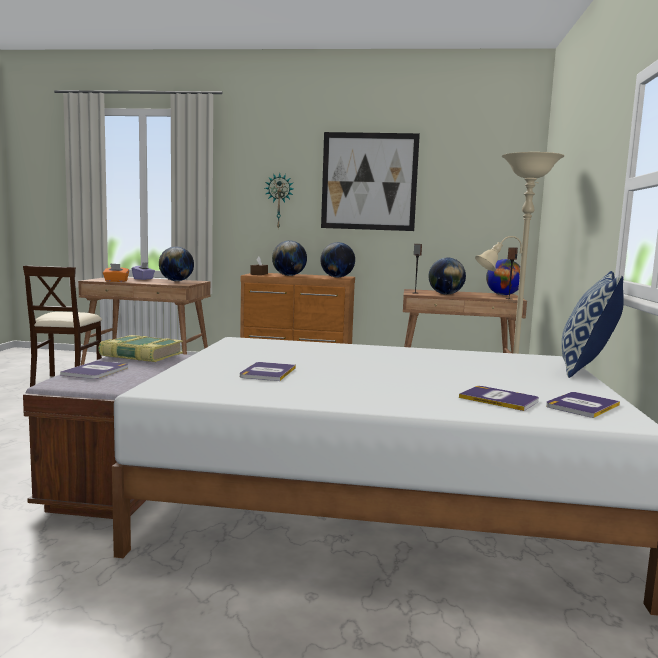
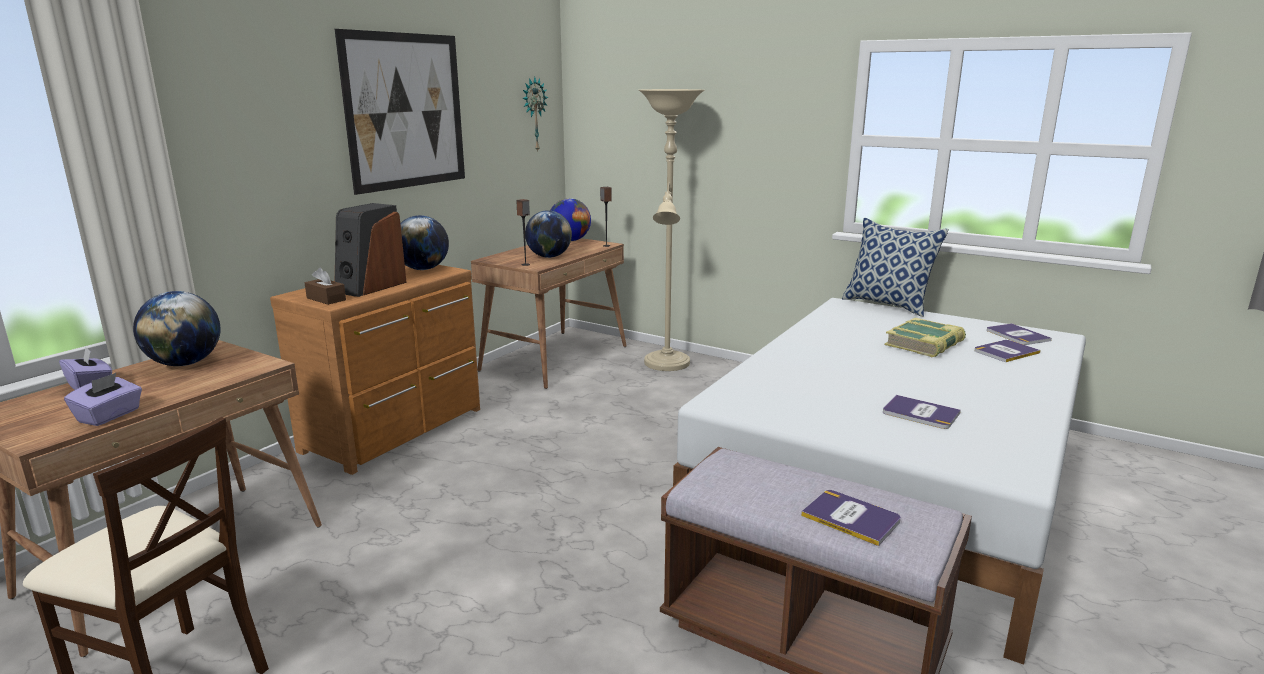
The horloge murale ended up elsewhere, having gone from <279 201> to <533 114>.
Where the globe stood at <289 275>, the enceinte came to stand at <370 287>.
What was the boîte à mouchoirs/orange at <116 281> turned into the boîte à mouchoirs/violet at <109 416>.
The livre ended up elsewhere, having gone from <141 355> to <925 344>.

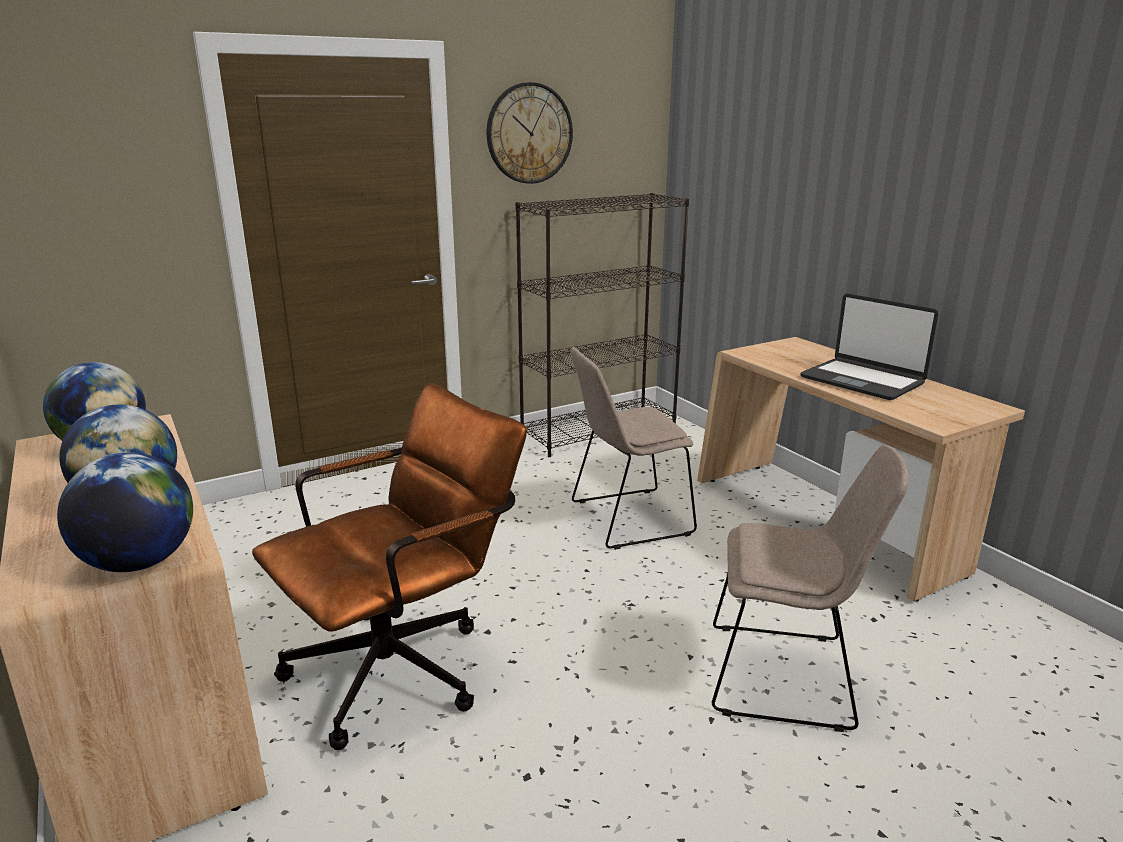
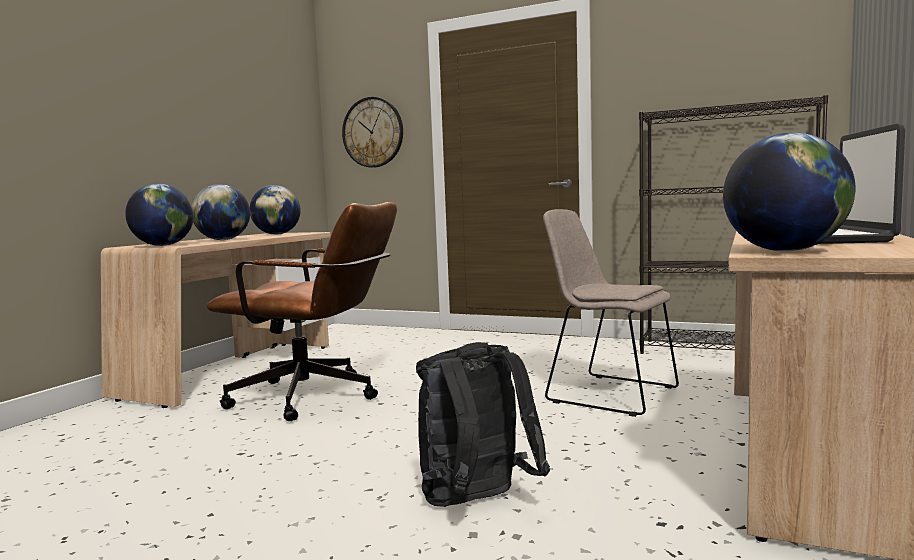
The horloge murale ended up elsewhere, having gone from <529 133> to <373 132>.
Where the chaise/beige stood at <786 676>, the sac à dos/noir came to stand at <476 503>.
The second view gained the globe at <784 251>.

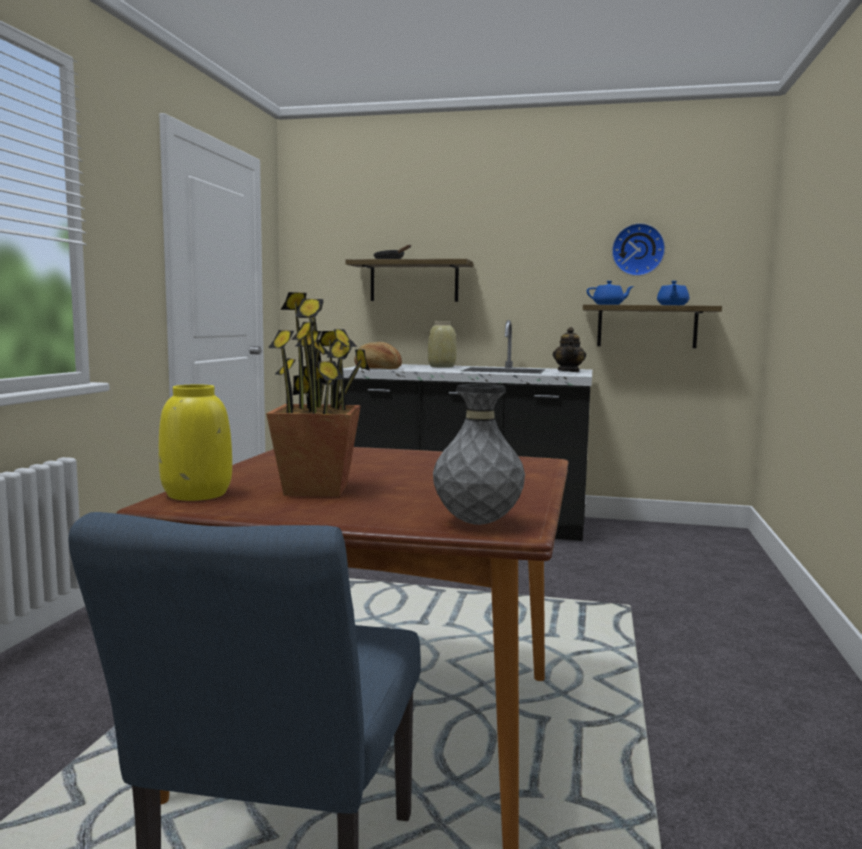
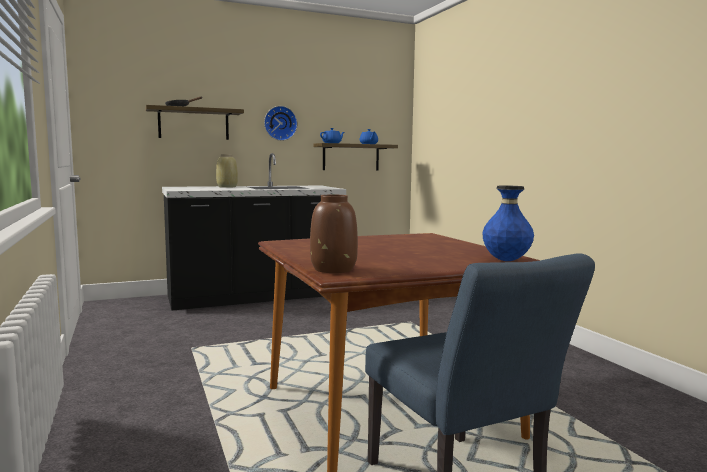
The horloge murale ended up elsewhere, having gone from <638 250> to <280 123>.
The second view lost the plante en pot at <316 489>.
The second view lost the théière at <569 371>.
The second view lost the pain at <377 368>.
What was the vase/gris at <477 523> turned into the vase/bleu at <506 260>.
What was the vase/jaune at <198 494> turned into the vase/marron at <333 269>.

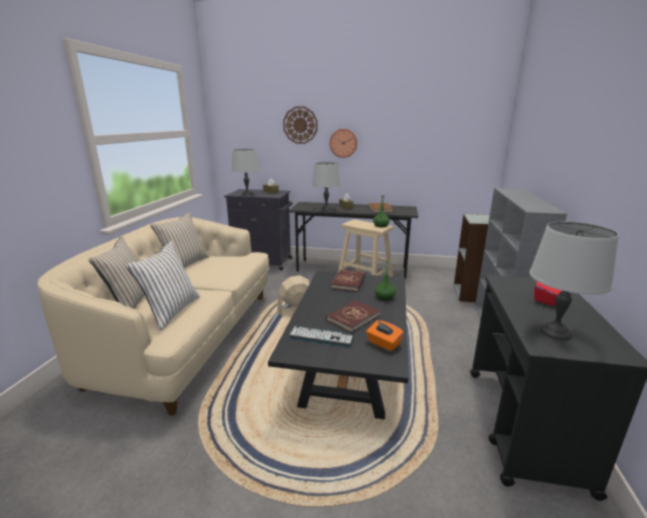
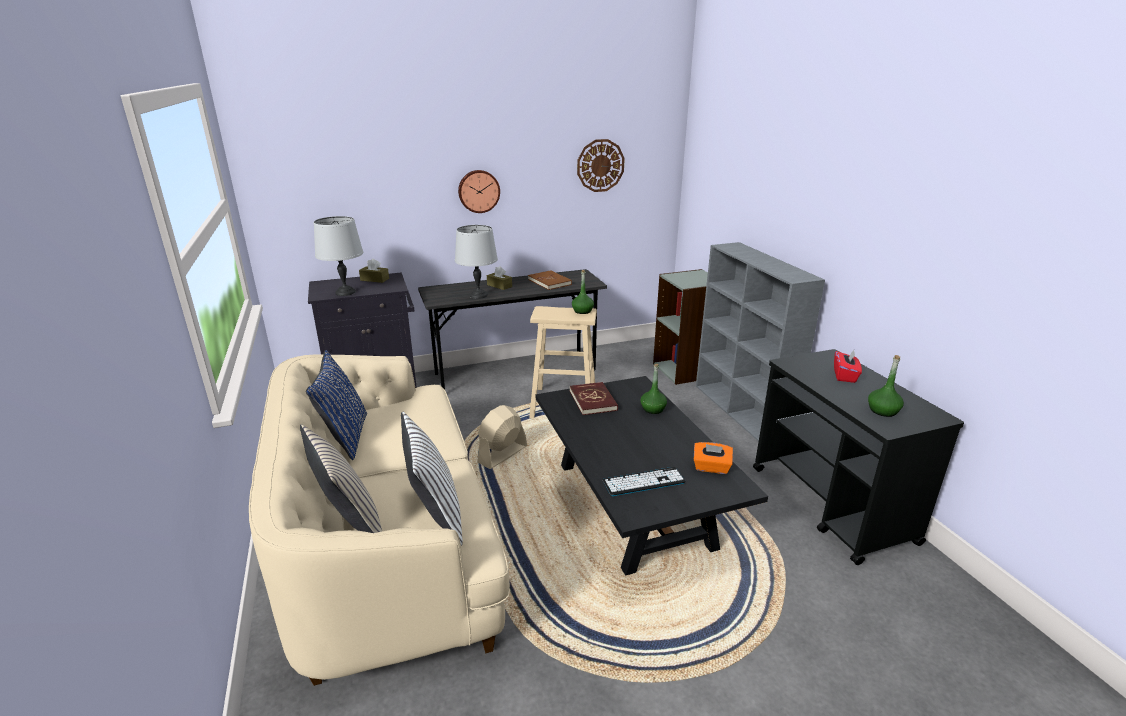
The horloge murale ended up elsewhere, having gone from <300 125> to <600 165>.
What was the coussin/beige at <185 264> turned into the coussin/bleu at <345 437>.
Where the lampe de table/gris stood at <555 332>, the bouteille/vert came to stand at <883 411>.
The second view lost the livre/rouge at <353 317>.

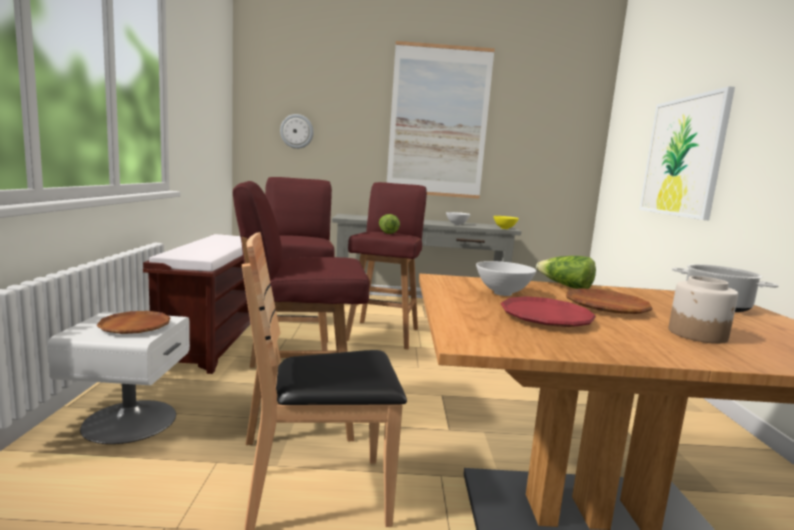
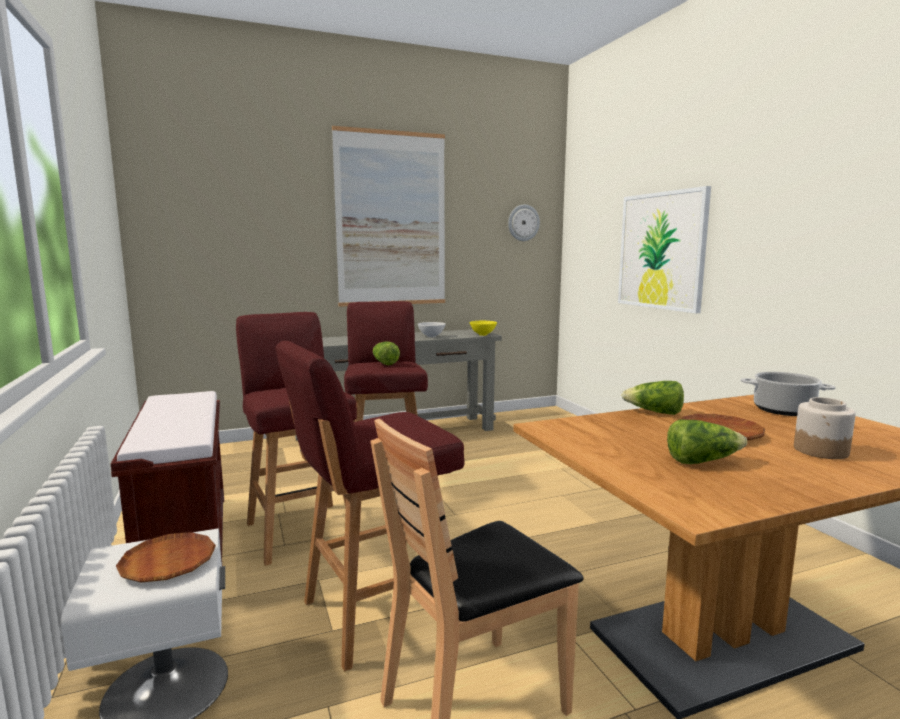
The horloge murale ended up elsewhere, having gone from <297 131> to <523 223>.
The second view lost the bol/blanc at <503 293>.
Where the assiette/rouge stood at <545 318>, the laitue came to stand at <702 461>.

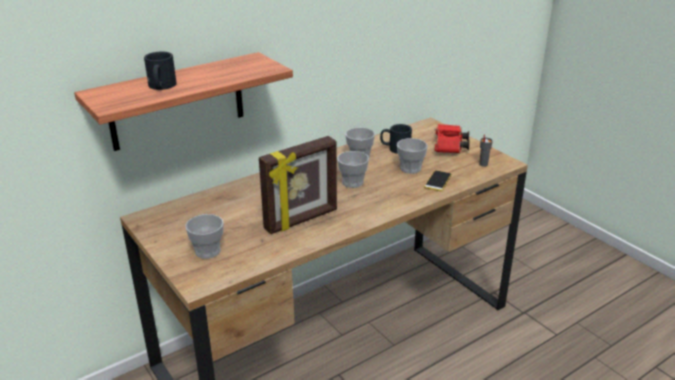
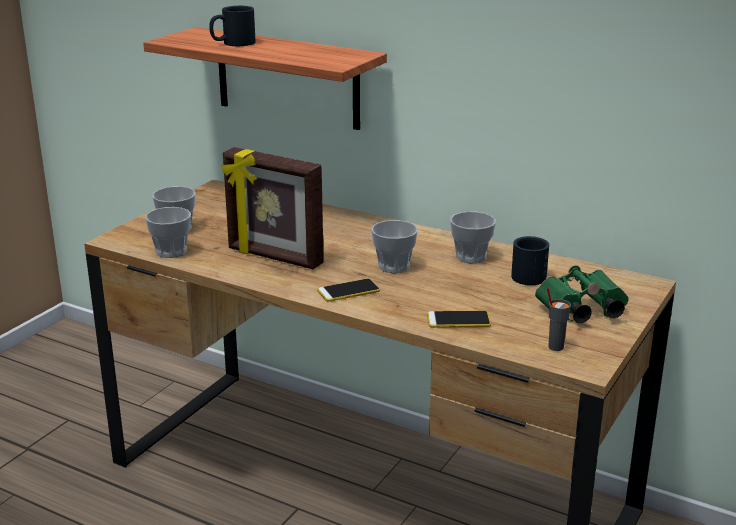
What was the jumelles/rouge at <449 148> turned into the jumelles/vert at <580 312>.
The tasse ended up elsewhere, having gone from <410 168> to <171 251>.
The second view gained the téléphone at <348 291>.

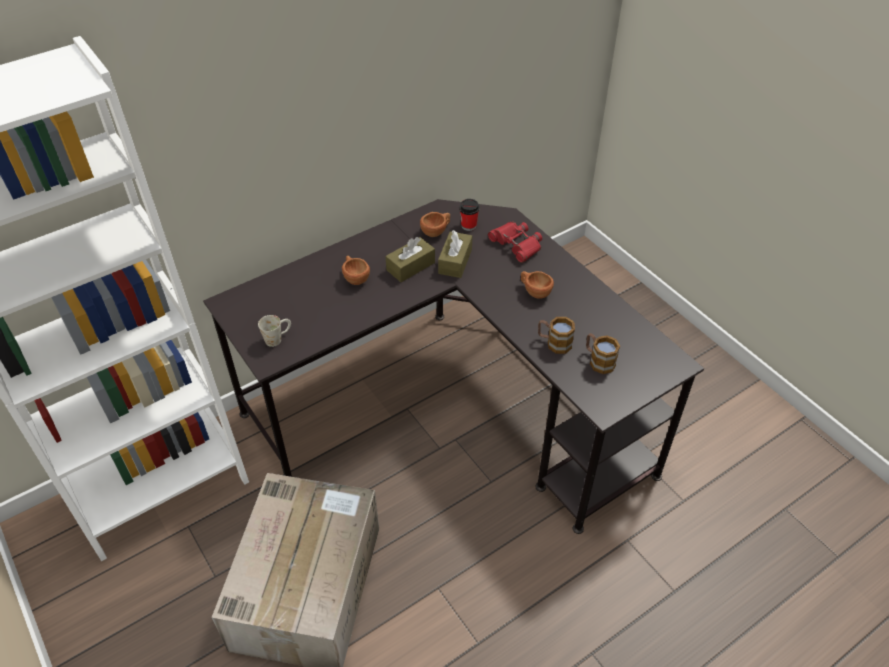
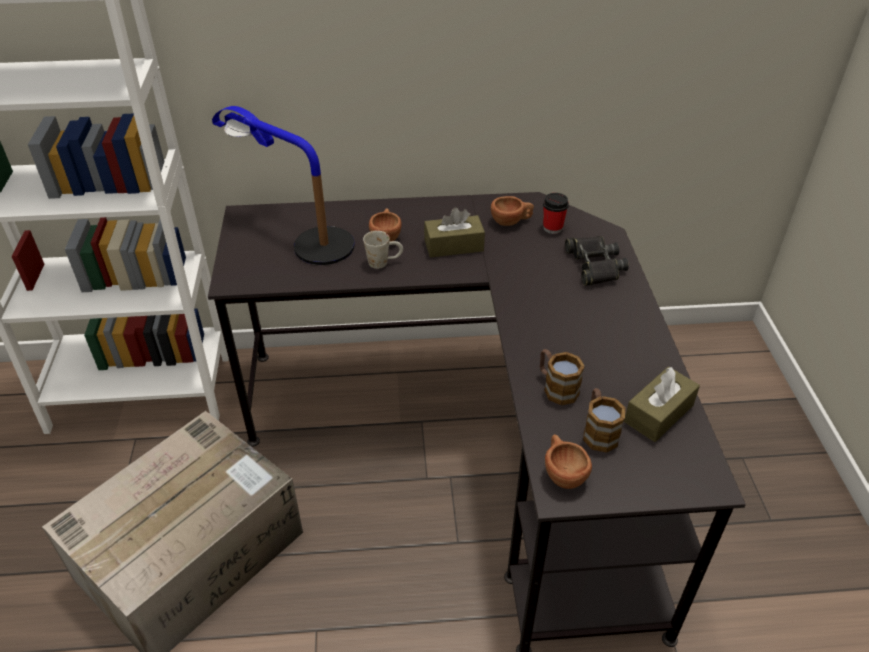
What was the jumelles/rouge at <516 244> turned into the jumelles/noir at <594 265>.
The boîte à mouchoirs/marron ended up elsewhere, having gone from <455 261> to <658 413>.
The tasse/marron ended up elsewhere, having gone from <534 291> to <562 472>.
The mug/blanc ended up elsewhere, having gone from <278 338> to <384 262>.
The second view gained the lampe de table at <300 234>.

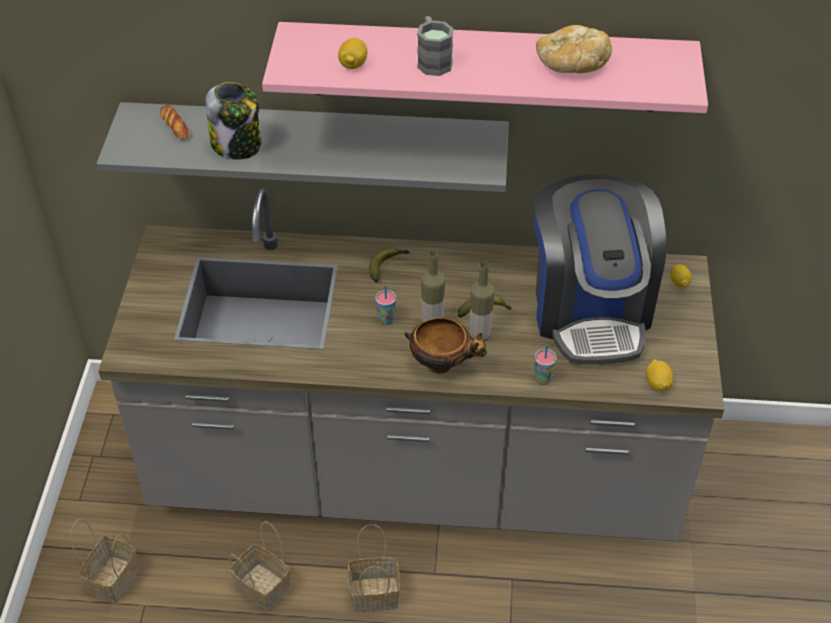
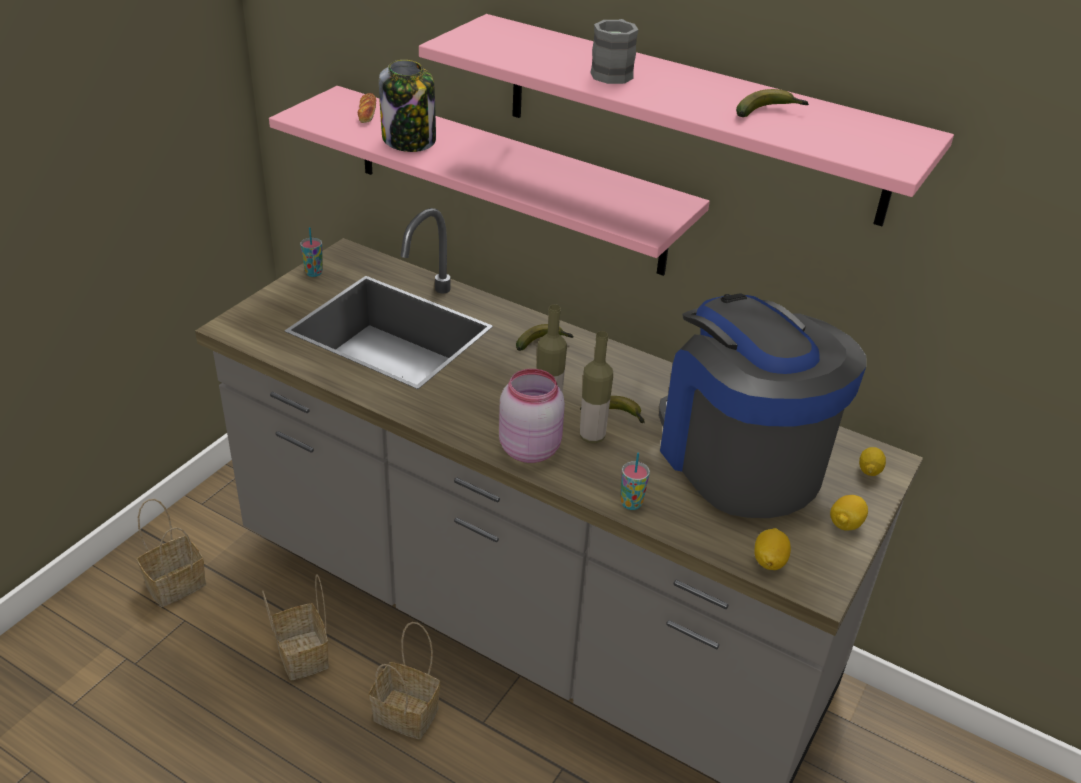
Where the pain stood at <571 65>, the banane came to stand at <769 112>.
The citron ended up elsewhere, having gone from <353 65> to <845 524>.
What was the étagère/gris at <315 143> turned into the étagère/rose at <507 180>.
The machine à café at <590 309> ended up facing another way, 135 degrees clockwise from before.
The tasse ended up elsewhere, having gone from <386 320> to <314 273>.
Where the bol stood at <442 364>, the bocal/rose came to stand at <529 447>.

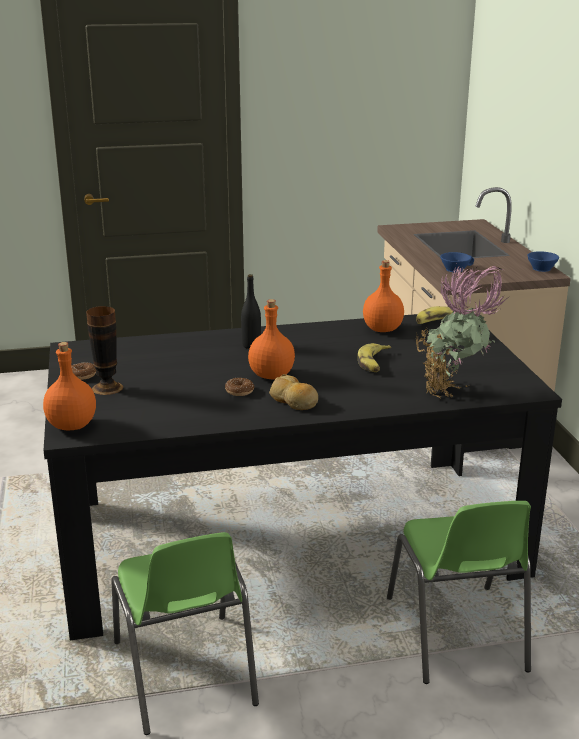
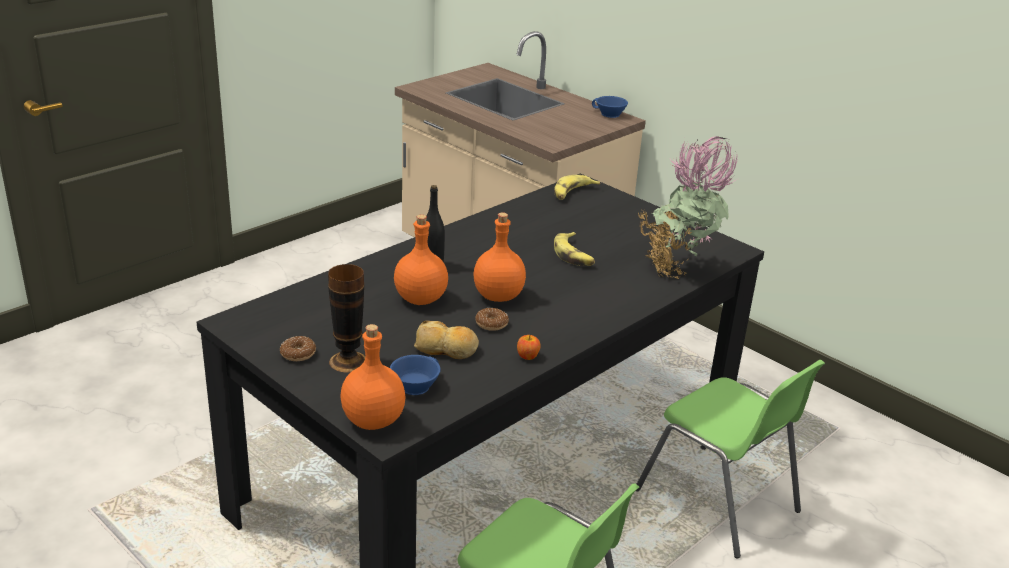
The tasse/bleu ended up elsewhere, having gone from <455 269> to <414 385>.
The bouteille/orange ended up elsewhere, having gone from <382 329> to <420 298>.
The pain ended up elsewhere, having gone from <294 401> to <446 349>.
The second view gained the pomme at <528 356>.

